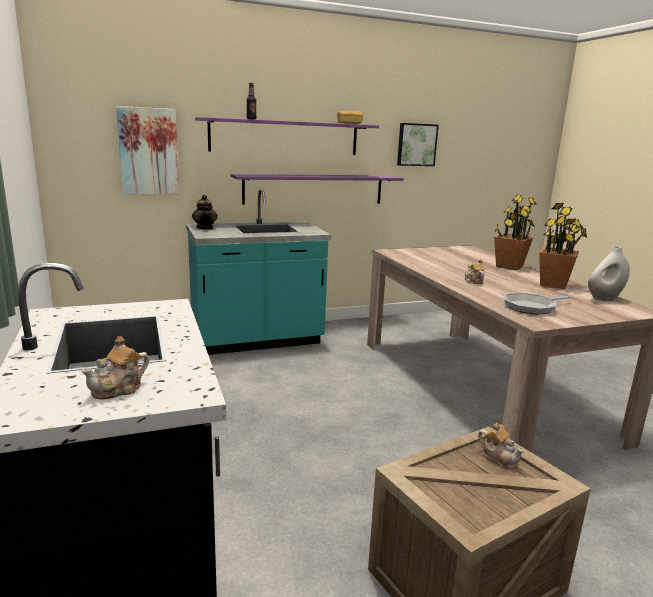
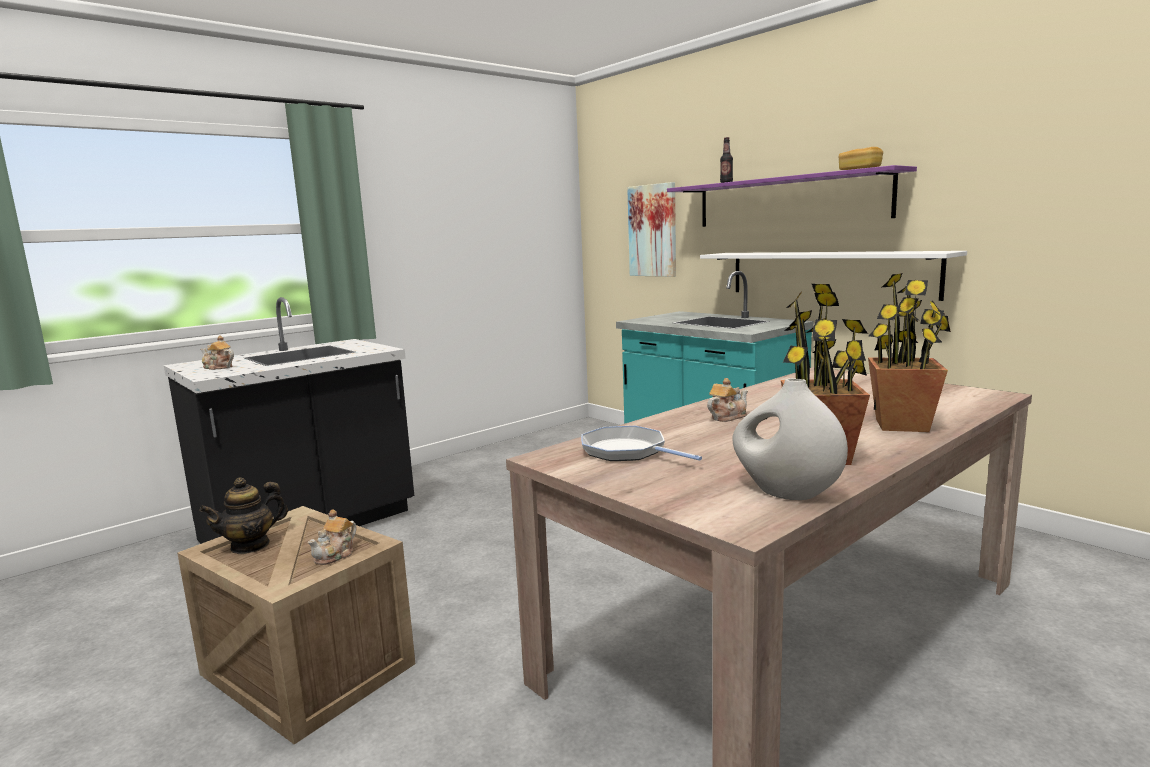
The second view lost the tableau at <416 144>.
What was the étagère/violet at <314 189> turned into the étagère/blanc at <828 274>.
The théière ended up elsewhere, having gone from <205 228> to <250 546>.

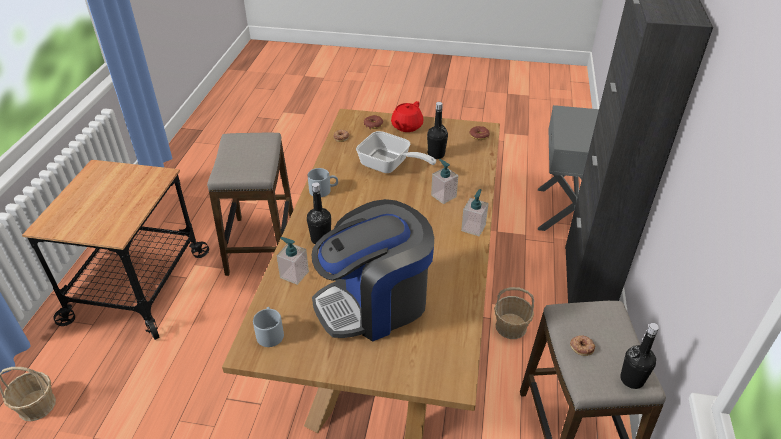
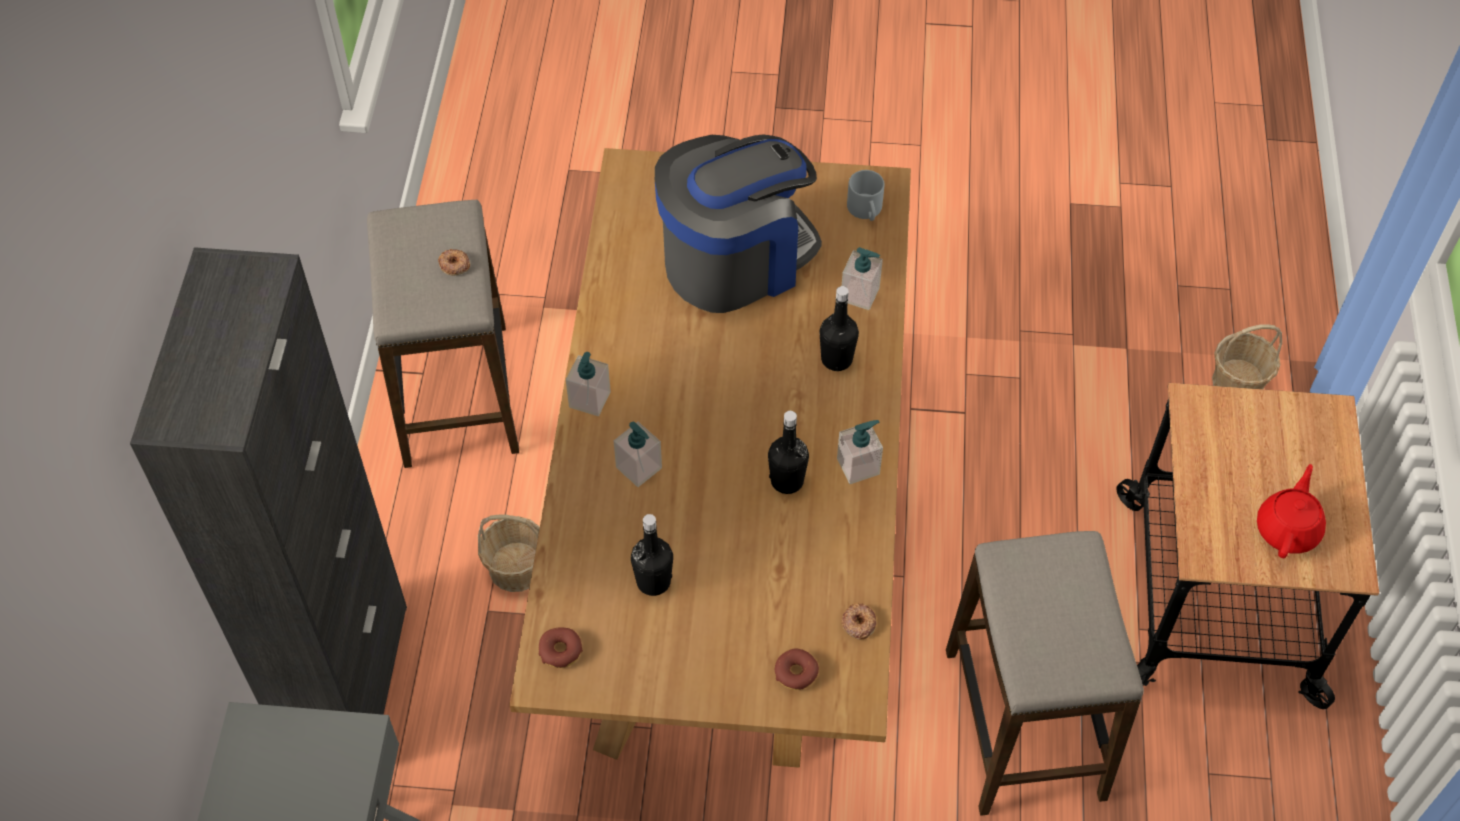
The théière/rouge ended up elsewhere, having gone from <406 126> to <1288 529>.
The second view lost the poêle at <389 166>.
Where the mug/gris stood at <323 190>, the distributeur de savon came to stand at <858 466>.
The bouteille/noir ended up elsewhere, having gone from <632 379> to <787 481>.

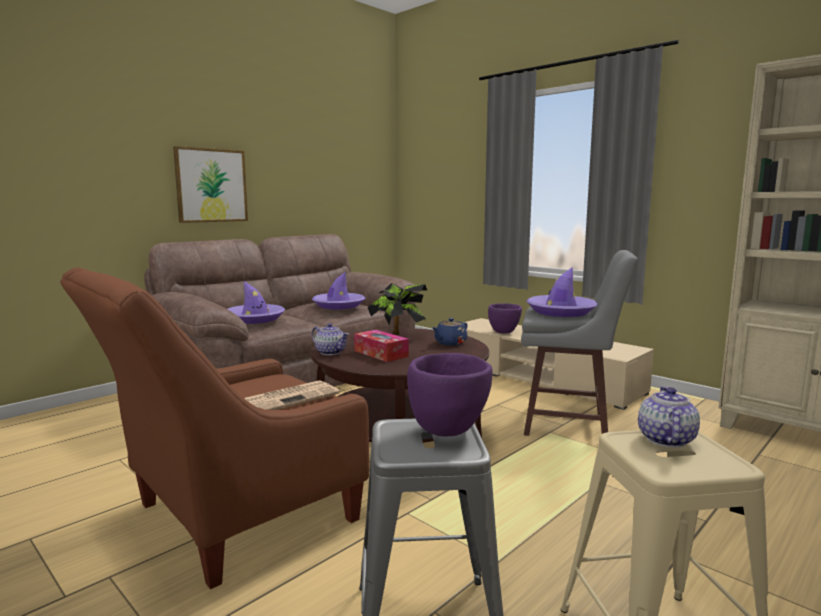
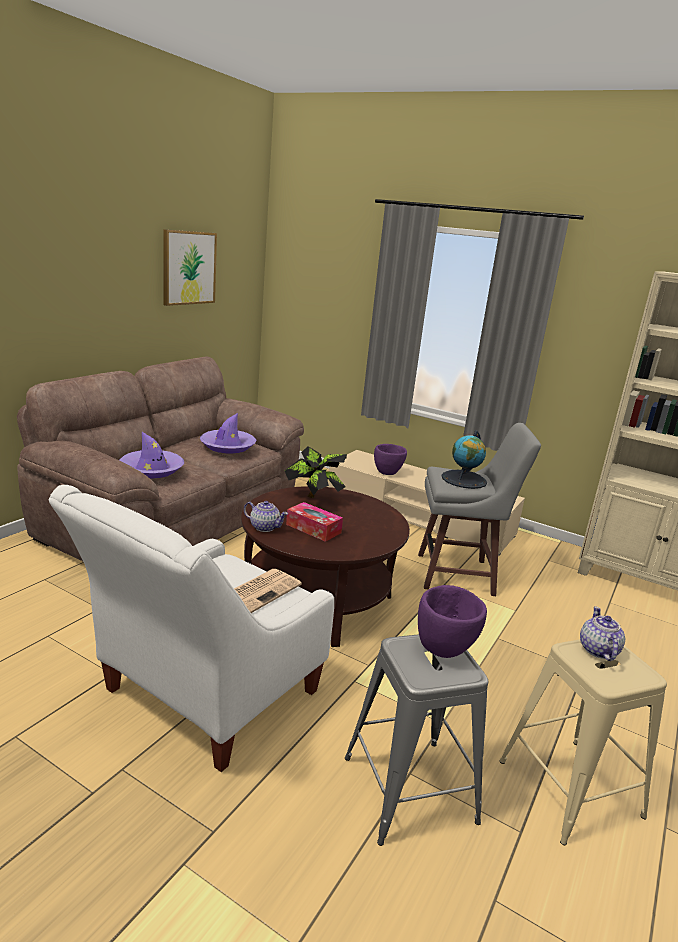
The tableau ended up elsewhere, having gone from <211 185> to <189 268>.
Where the chapeau/violet stood at <561 312>, the globe came to stand at <464 479>.
What was the fauteuil/marron at <230 518> turned into the fauteuil/blanc at <201 698>.
The second view lost the théière/bleu at <450 343>.

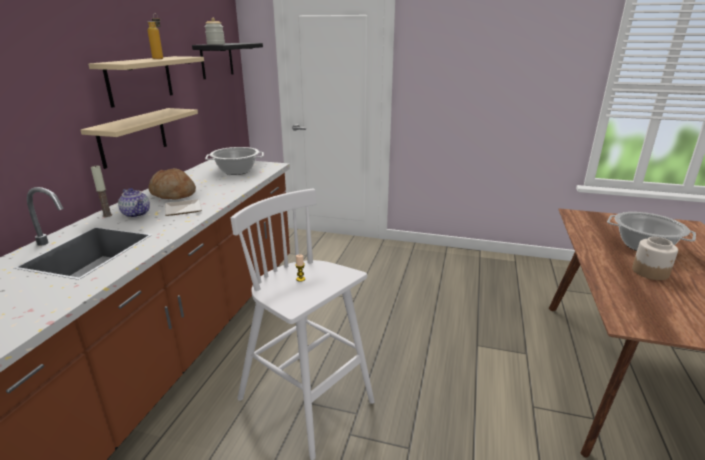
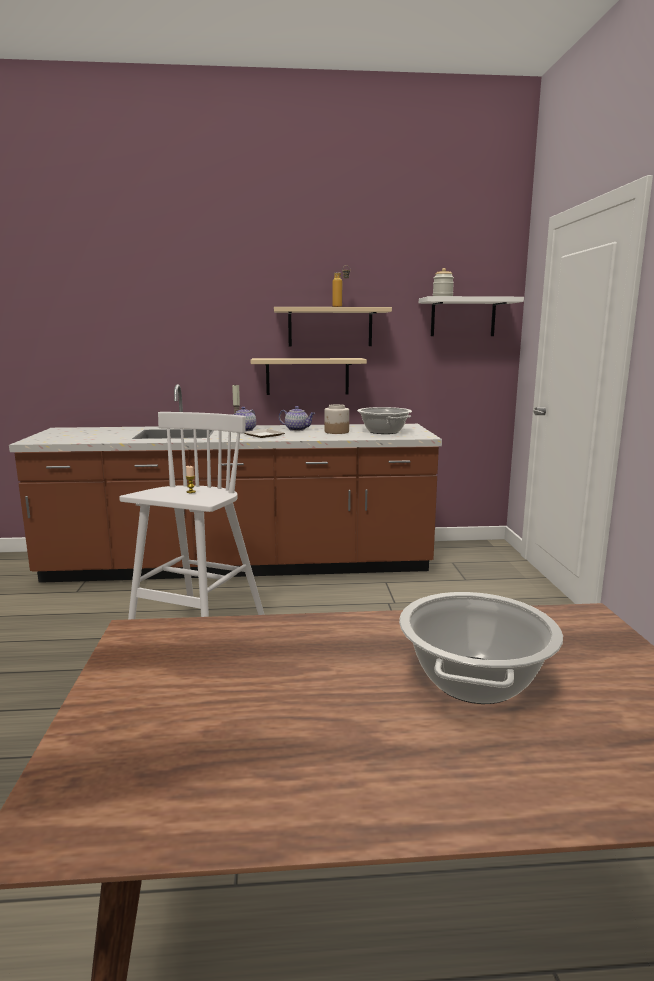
What was the étagère/noir at <217 60> turned into the étagère/blanc at <463 317>.
Where the pain stood at <173 194>, the théière came to stand at <297 429>.
The bocal ended up elsewhere, having gone from <650 272> to <336 432>.

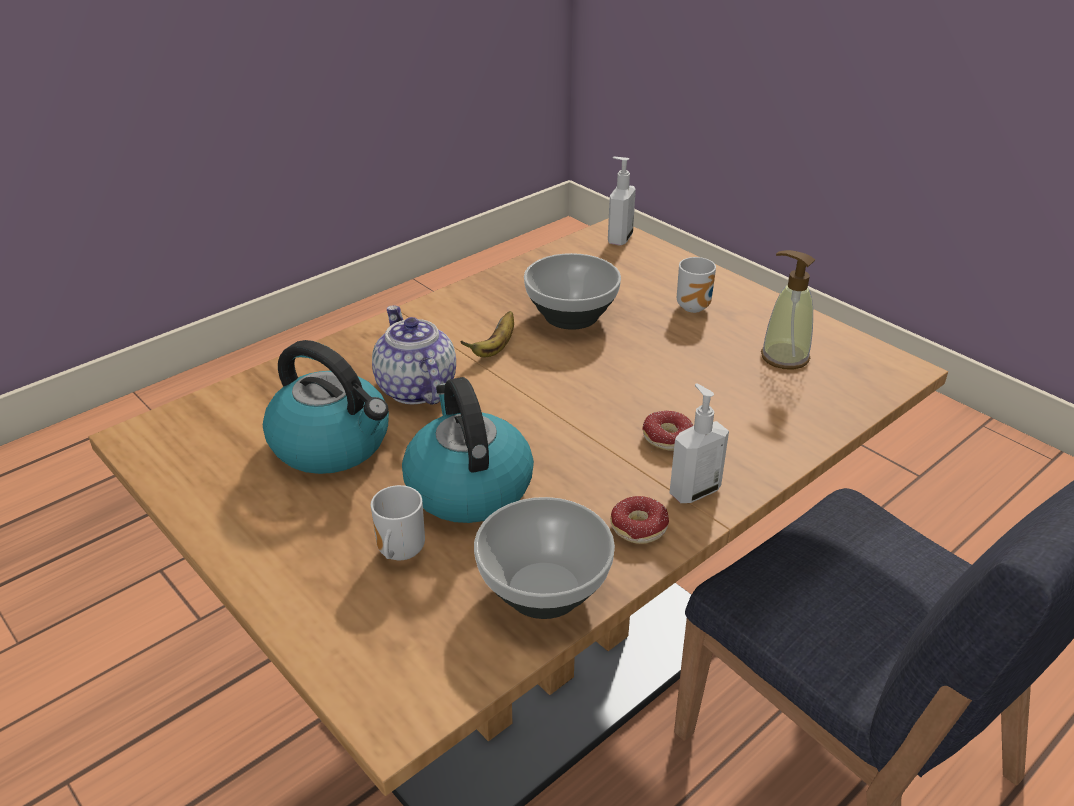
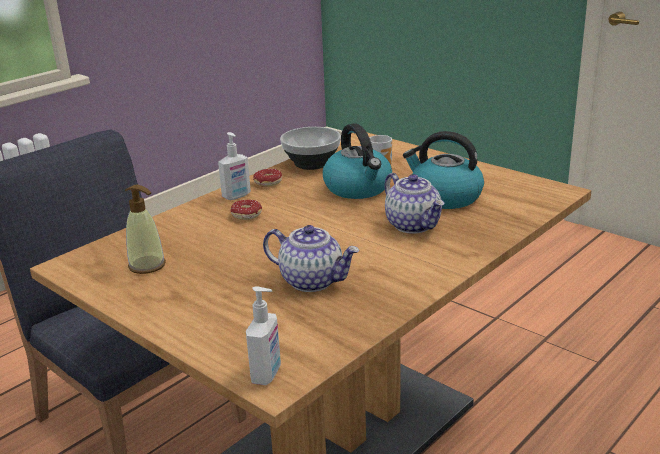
Where the bol stood at <571 317>, the théière came to stand at <313 281>.
The second view lost the mug at <695 307>.
The second view lost the banane at <495 348>.

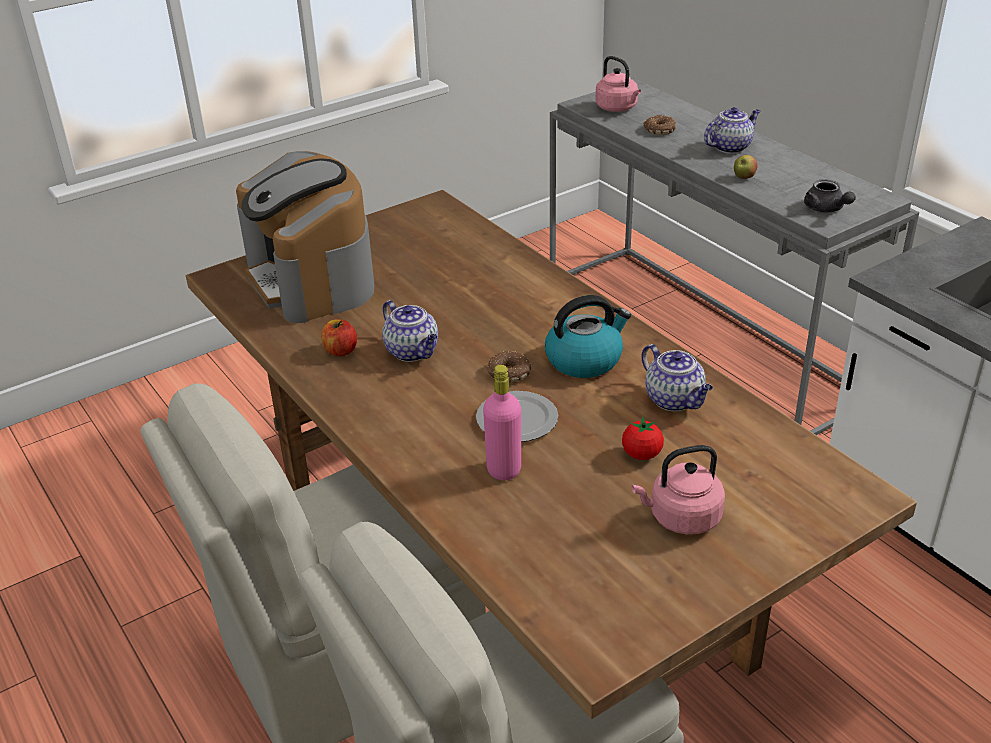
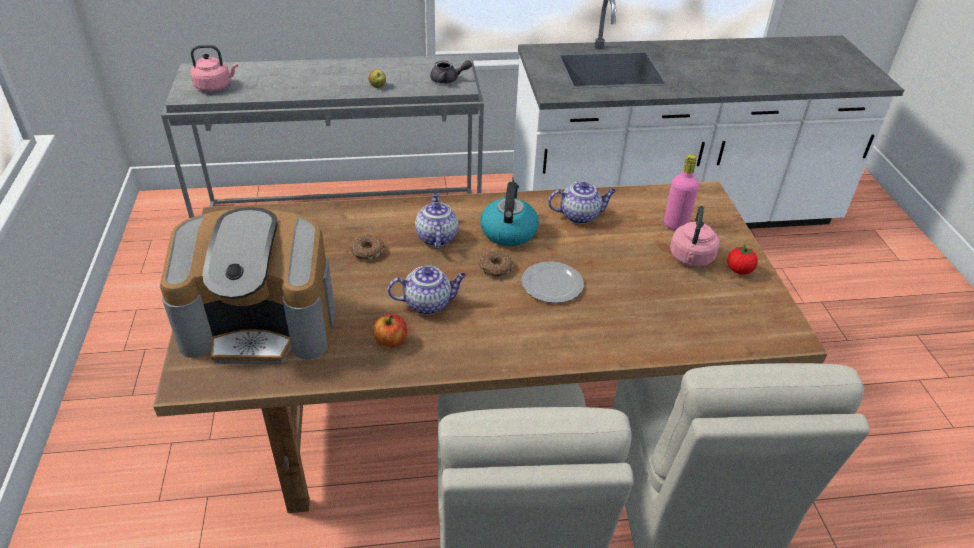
The théière ended up elsewhere, having gone from <730 147> to <436 237>.
The beignet ended up elsewhere, having gone from <659 130> to <366 252>.
The bouteille/rose ended up elsewhere, having gone from <504 469> to <675 225>.
The tomate ended up elsewhere, having gone from <641 454> to <739 270>.

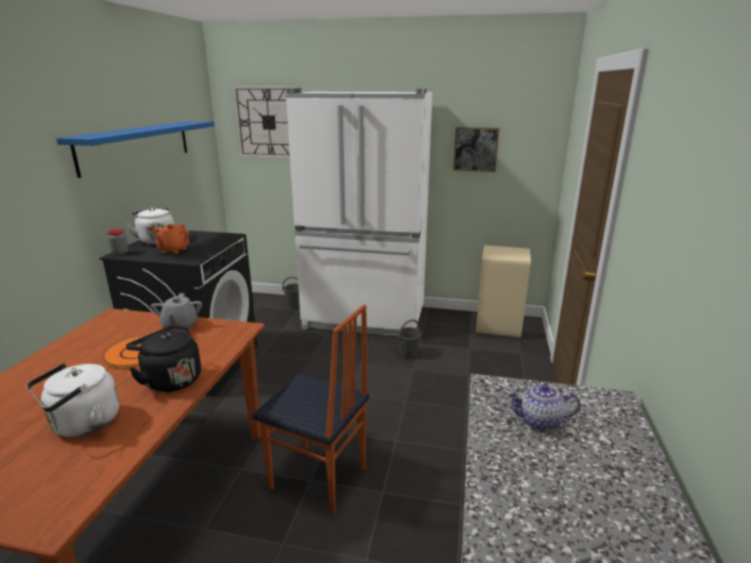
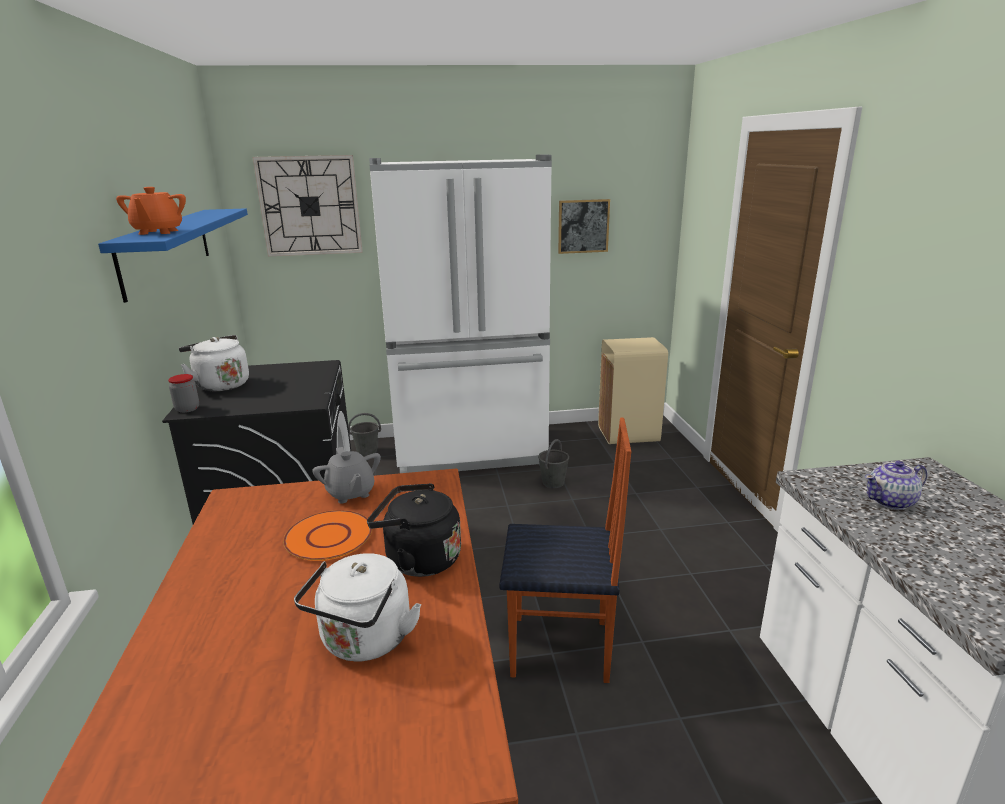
The théière/orange ended up elsewhere, having gone from <174 250> to <158 232>.

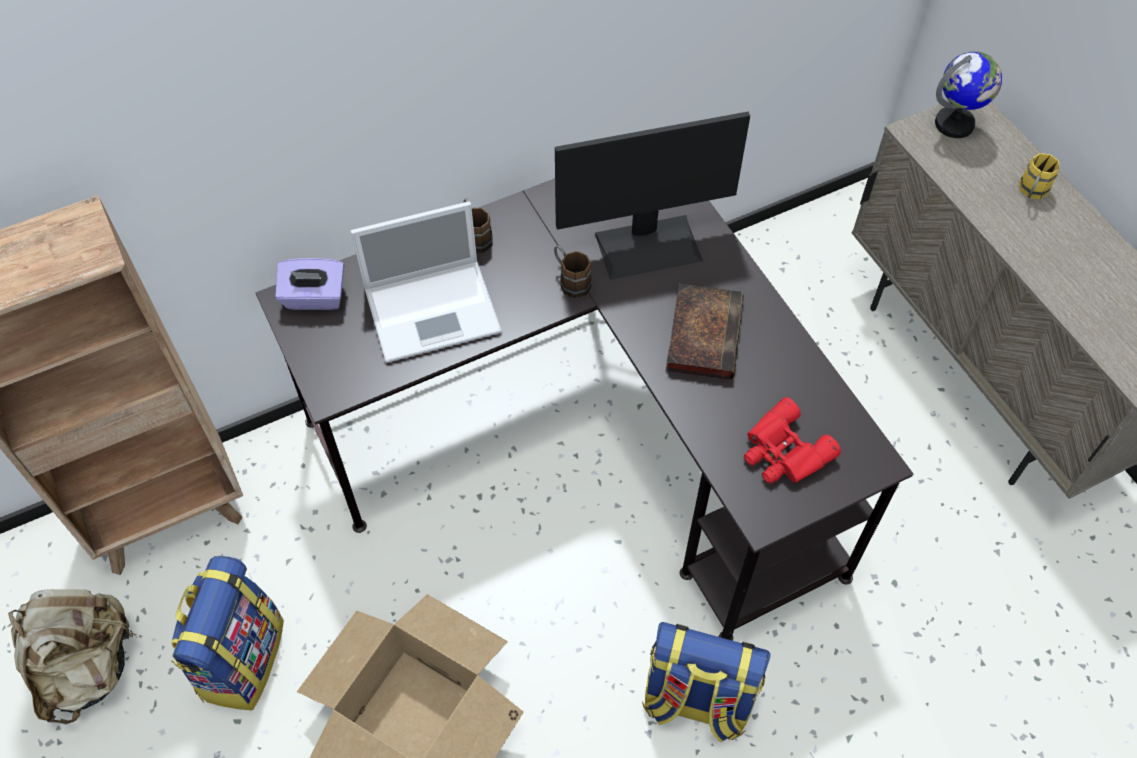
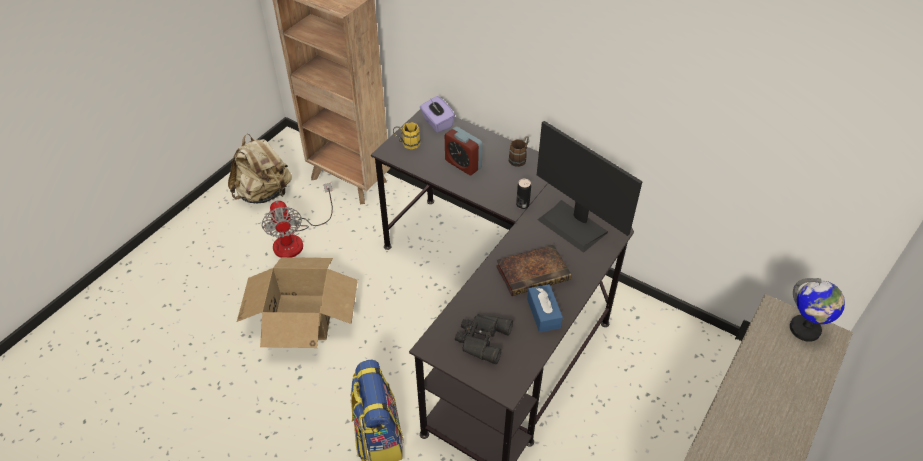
The mug/jaune ended up elsewhere, having gone from <1031 193> to <407 143>.
Where the ordinateur portable stood at <435 310>, the réveil came to stand at <463 164>.
Where the mug/marron stood at <570 281>, the boîte métallique came to stand at <522 204>.
What was the jumelles/rouge at <783 452> turned into the jumelles/noir at <481 339>.
Where the sac à dos stood at <241 658>, the ventilateur came to stand at <296 239>.
The second view gained the boîte à mouchoirs/bleu at <543 313>.

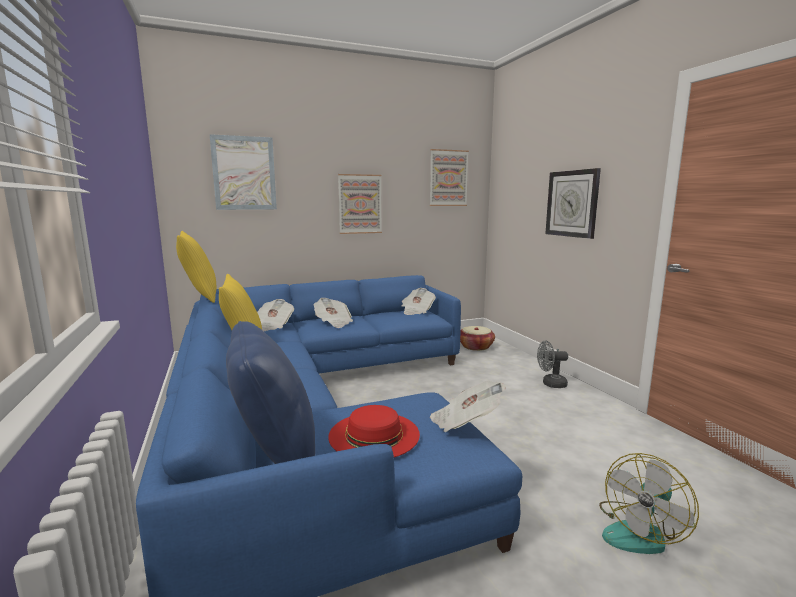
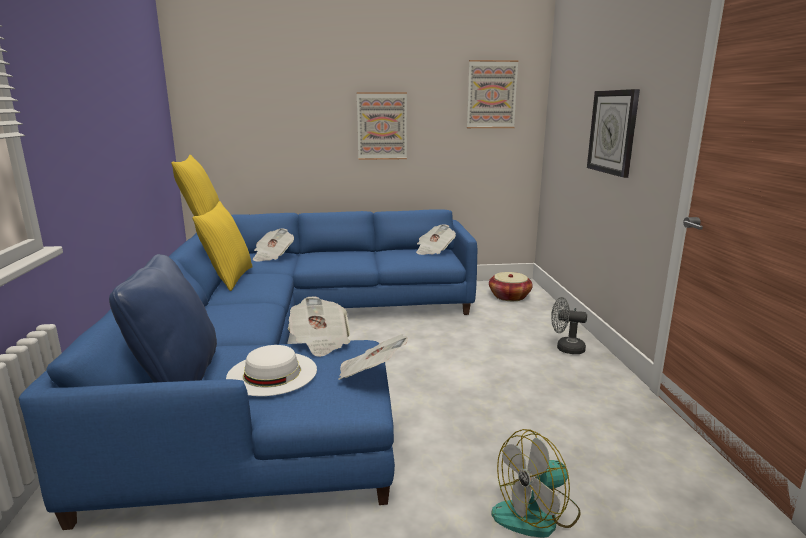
The second view lost the tableau at <244 173>.
The journal ended up elsewhere, having gone from <333 323> to <320 342>.
What was the chapeau/rouge at <374 434> turned into the chapeau/blanc at <272 373>.

